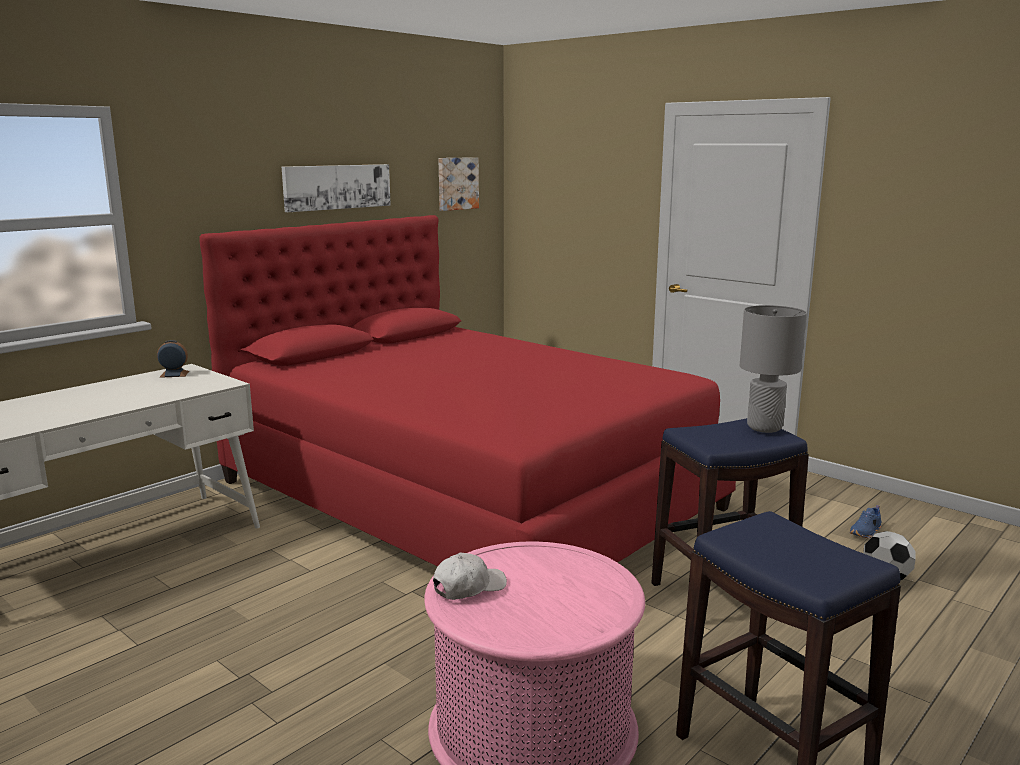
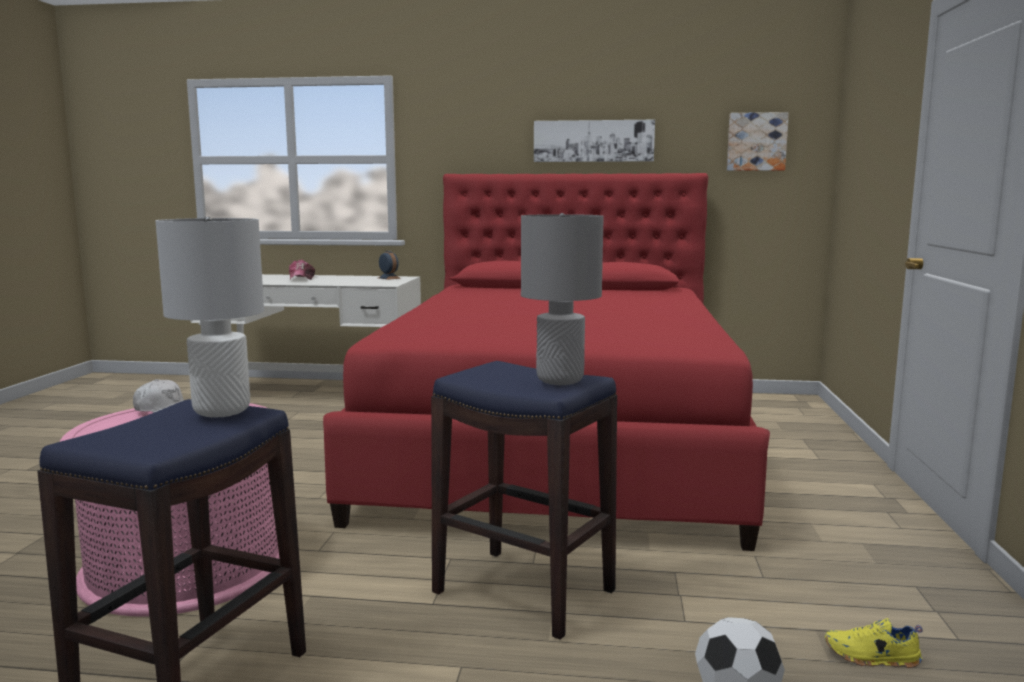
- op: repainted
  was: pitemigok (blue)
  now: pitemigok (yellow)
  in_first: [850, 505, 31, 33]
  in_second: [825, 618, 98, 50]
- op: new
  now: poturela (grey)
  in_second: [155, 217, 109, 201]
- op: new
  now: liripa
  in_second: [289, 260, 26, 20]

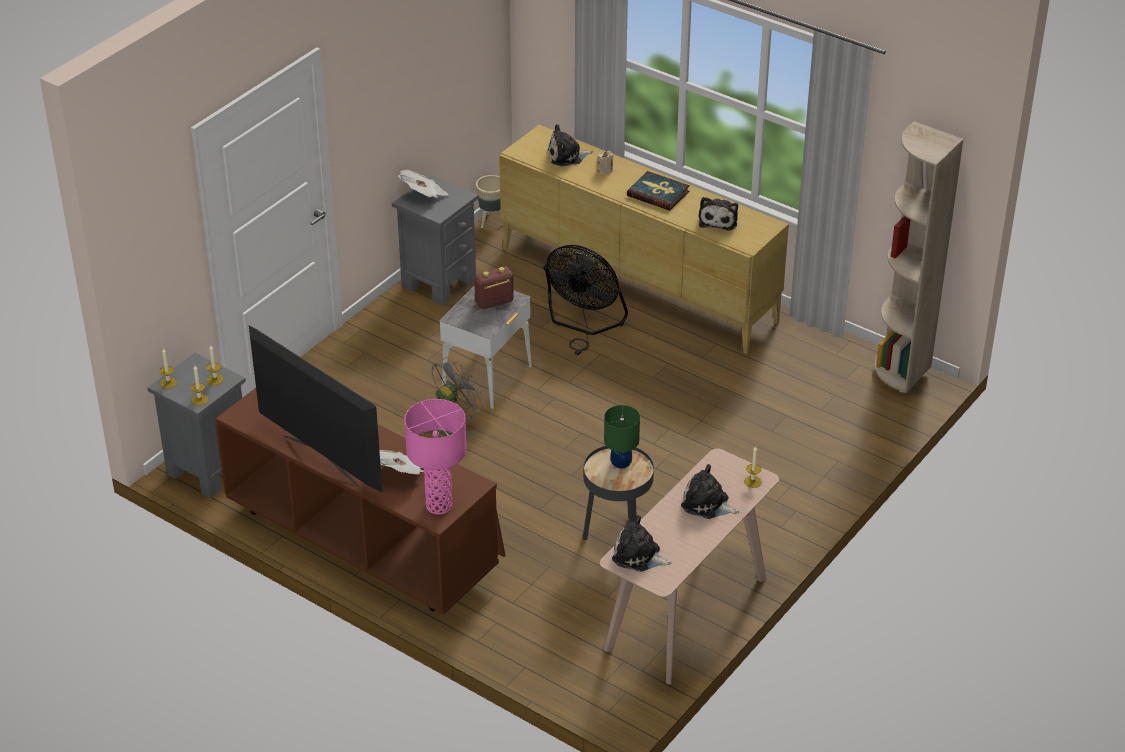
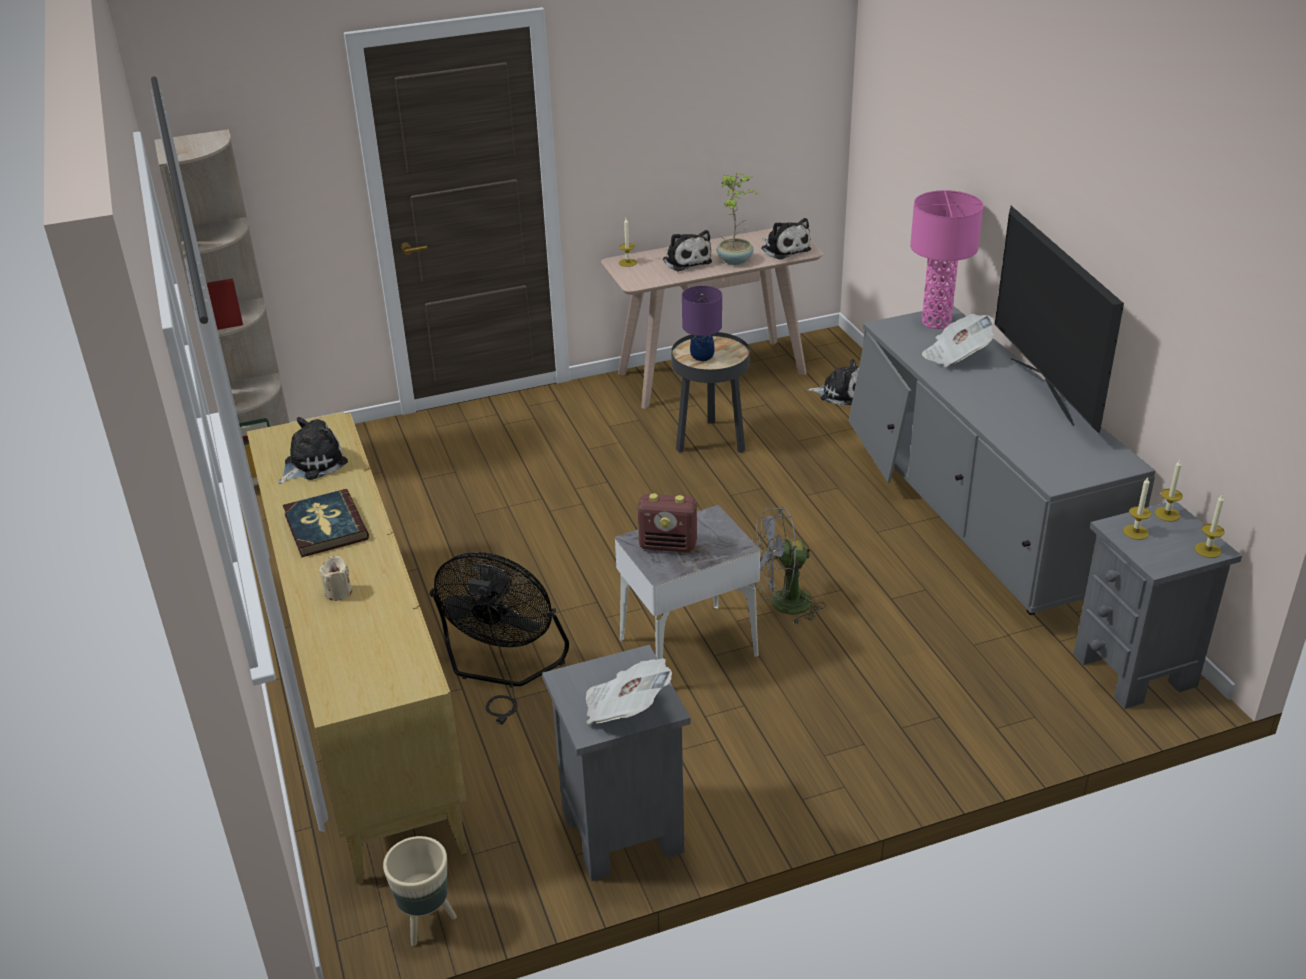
- op: shifted
  was: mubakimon
  in_first: [548, 124, 45, 42]
  in_second: [807, 359, 52, 46]
- op: rotated
  was: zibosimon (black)
  in_first: [543, 245, 85, 110]
  in_second: [429, 552, 140, 173]
  clockwise: 135
- op: repainted
  was: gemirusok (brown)
  now: gemirusok (grey)
  in_first: [216, 388, 290, 226]
  in_second: [848, 306, 307, 309]
- op: repainted
  was: poturela (green)
  now: poturela (purple)
  in_first: [604, 405, 36, 64]
  in_second: [682, 286, 40, 75]
- op: new
  now: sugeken
  in_second: [717, 173, 43, 92]

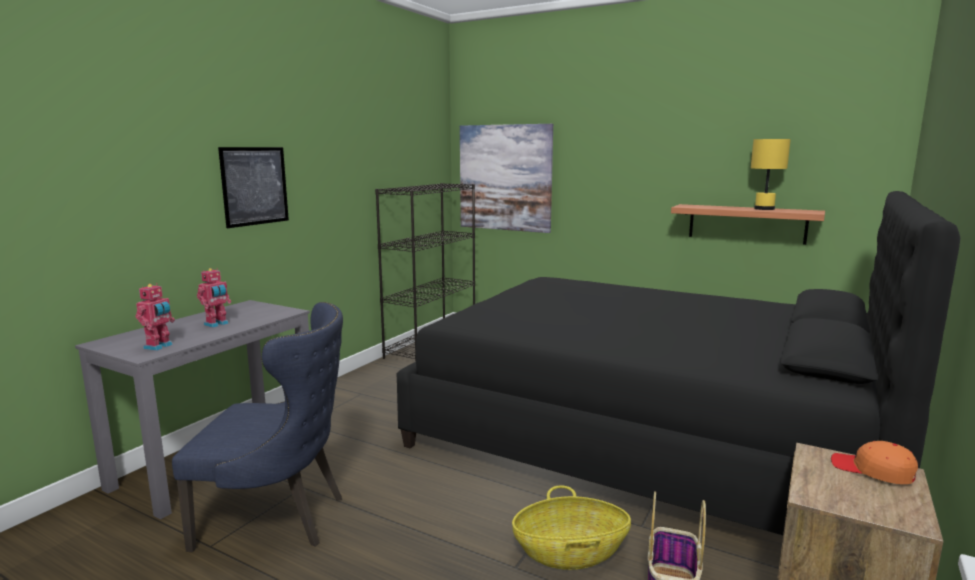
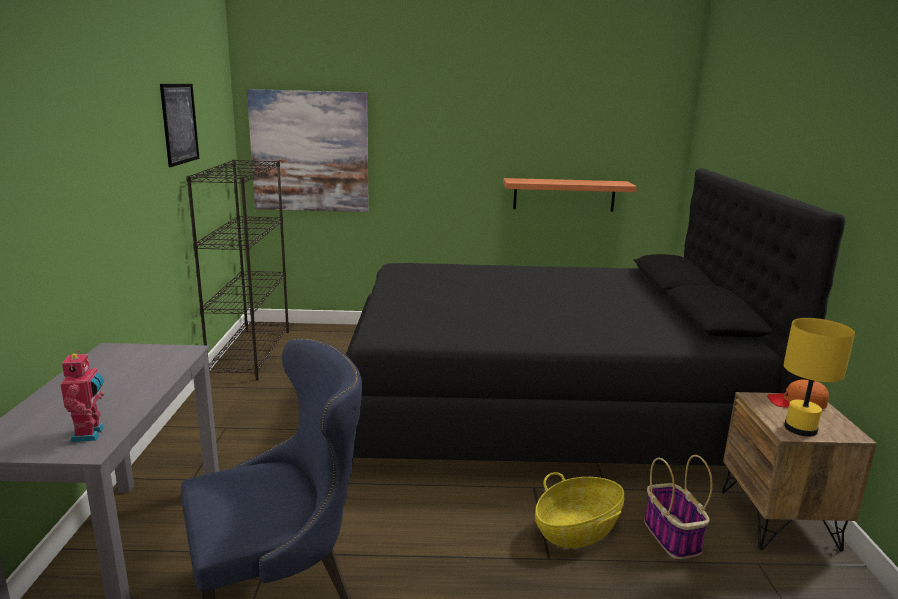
- op: shifted
  was: poturela (yellow)
  in_first: [751, 139, 39, 71]
  in_second: [784, 318, 71, 118]
- op: shifted
  was: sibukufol
  in_first: [218, 147, 71, 81]
  in_second: [160, 84, 39, 83]
- op: gone
  was: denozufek
  in_first: [197, 268, 34, 60]

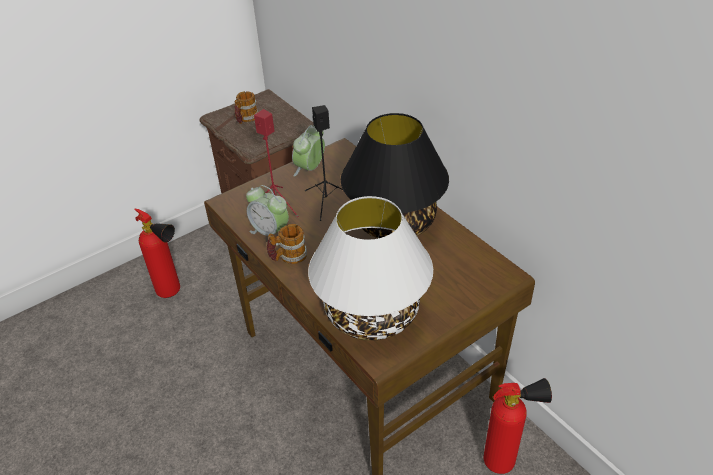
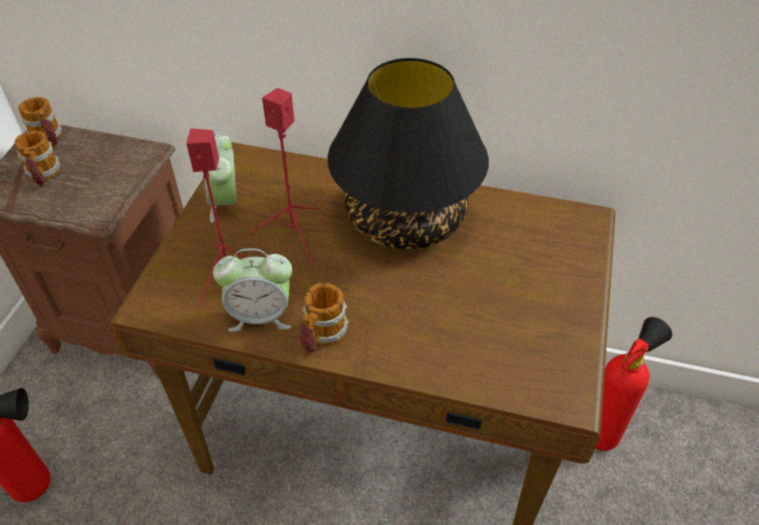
- op: repainted
  was: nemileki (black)
  now: nemileki (red)
  in_first: [305, 105, 38, 116]
  in_second: [248, 88, 72, 177]
- op: gone
  was: poturela (white)
  in_first: [308, 196, 125, 144]
- op: new
  now: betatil
  in_second: [18, 97, 44, 50]

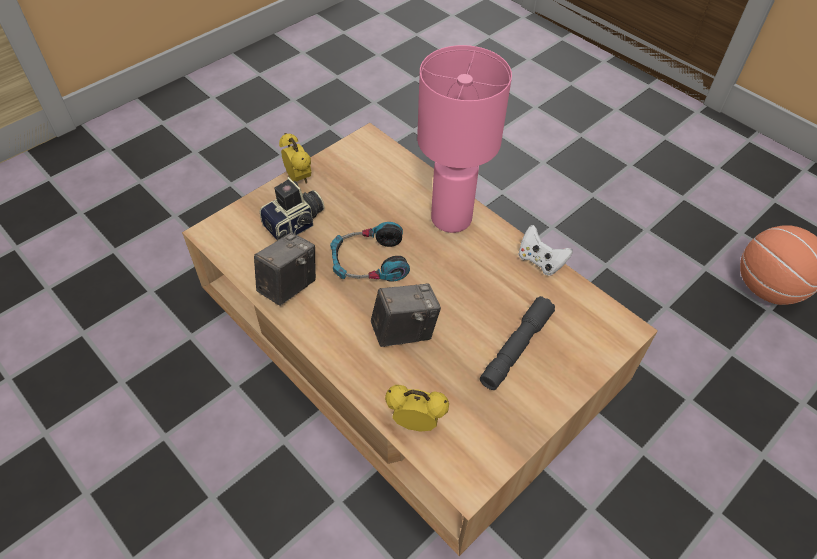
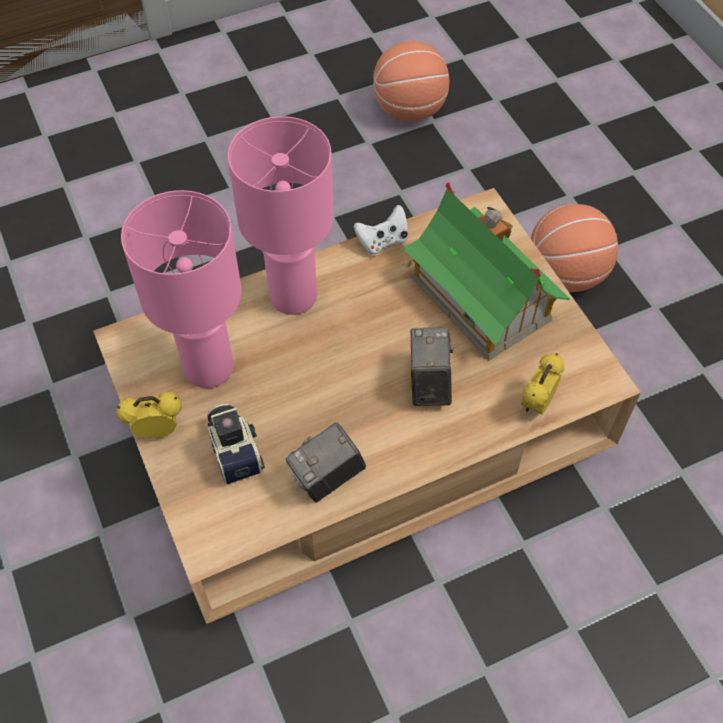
- op: gone
  was: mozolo
  in_first: [330, 222, 80, 60]
- op: rotated
  was: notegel
  in_first: [254, 233, 62, 73]
  in_second: [286, 422, 80, 80]
  clockwise: -90
- op: swapped
  was: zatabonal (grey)
  now: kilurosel
  in_first: [480, 296, 75, 94]
  in_second: [402, 182, 168, 179]
- op: new
  now: poturela (pink)
  in_second: [121, 190, 121, 198]
- op: new
  now: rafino
  in_second: [531, 204, 87, 88]

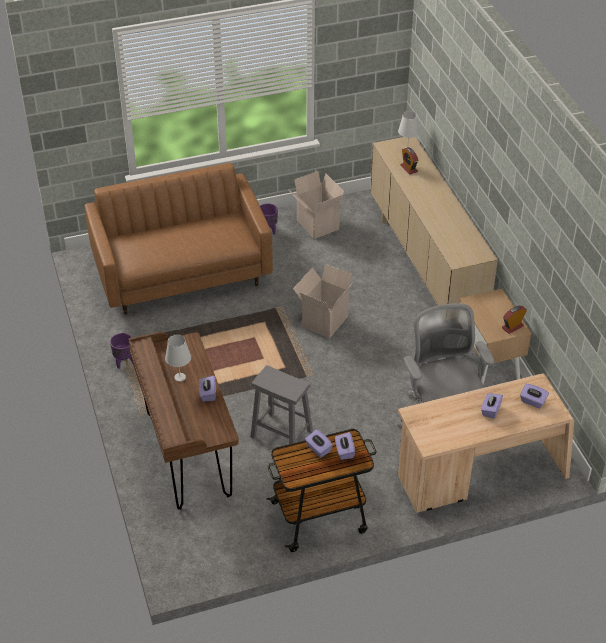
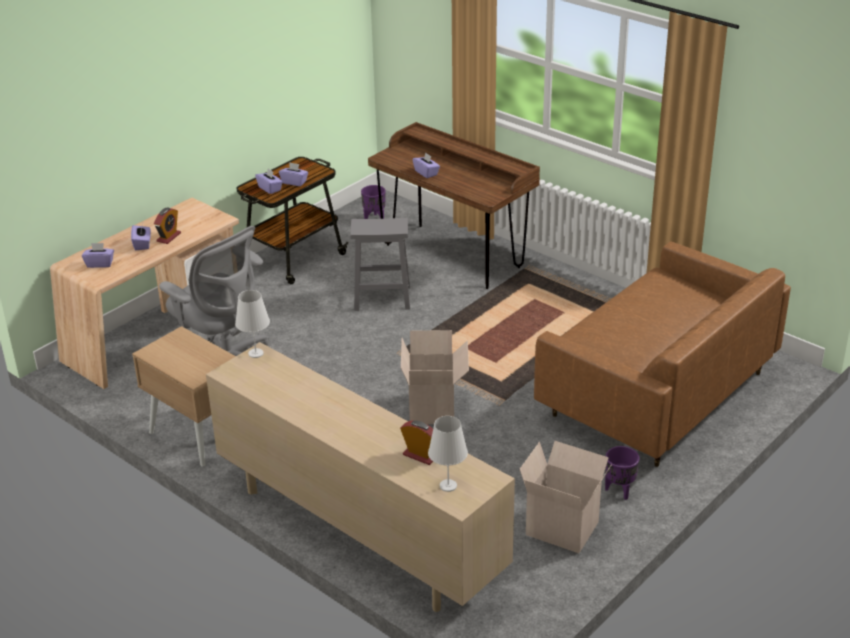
- op: shifted
  was: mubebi
  in_first: [502, 306, 25, 28]
  in_second: [154, 207, 27, 37]
- op: shifted
  was: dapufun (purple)
  in_first: [110, 333, 23, 36]
  in_second: [361, 185, 25, 34]
- op: shifted
  was: poturela (white)
  in_first: [165, 335, 26, 47]
  in_second: [235, 290, 35, 68]

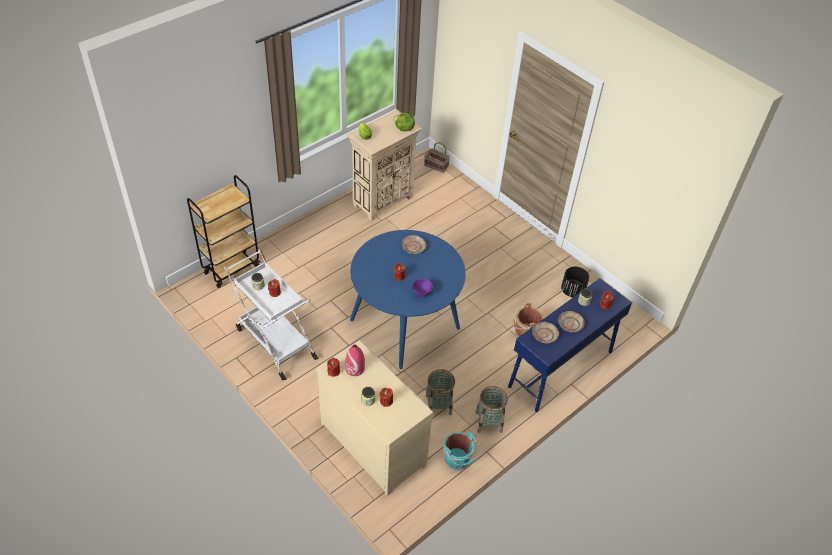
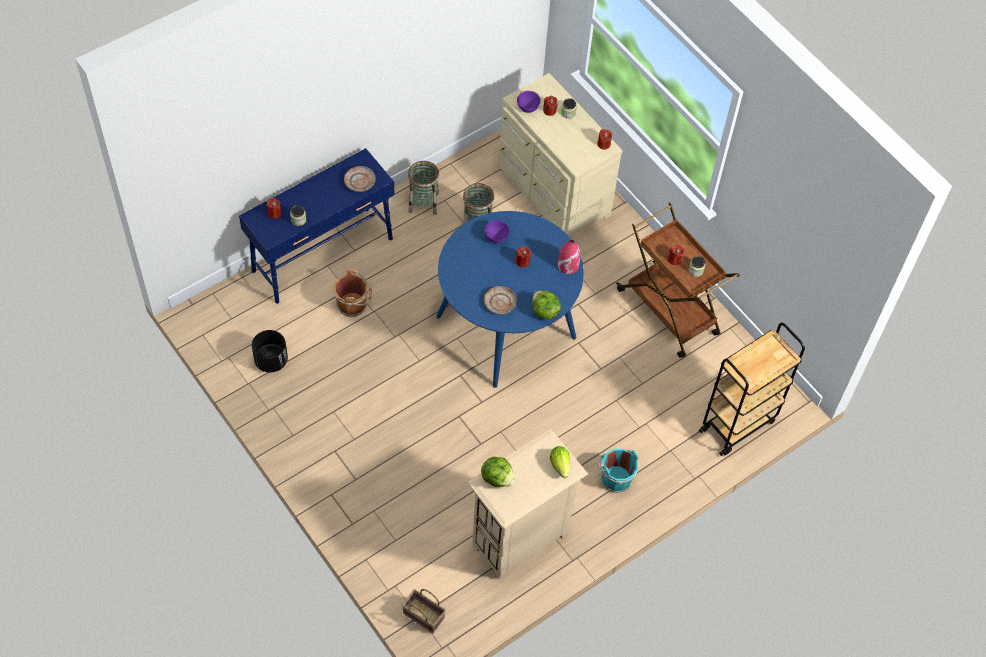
- op: repainted
  was: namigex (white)
  now: namigex (brown)
  in_first: [224, 248, 95, 132]
  in_second: [616, 202, 124, 156]
- op: gone
  was: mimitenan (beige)
  in_first: [558, 311, 27, 21]
- op: shifted
  was: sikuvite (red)
  in_first: [345, 345, 20, 31]
  in_second: [558, 240, 22, 34]
- op: shifted
  was: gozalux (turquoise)
  in_first: [444, 432, 33, 39]
  in_second: [598, 449, 40, 44]
- op: new
  now: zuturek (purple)
  in_second: [517, 91, 24, 22]
- op: new
  now: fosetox
  in_second: [532, 291, 29, 29]

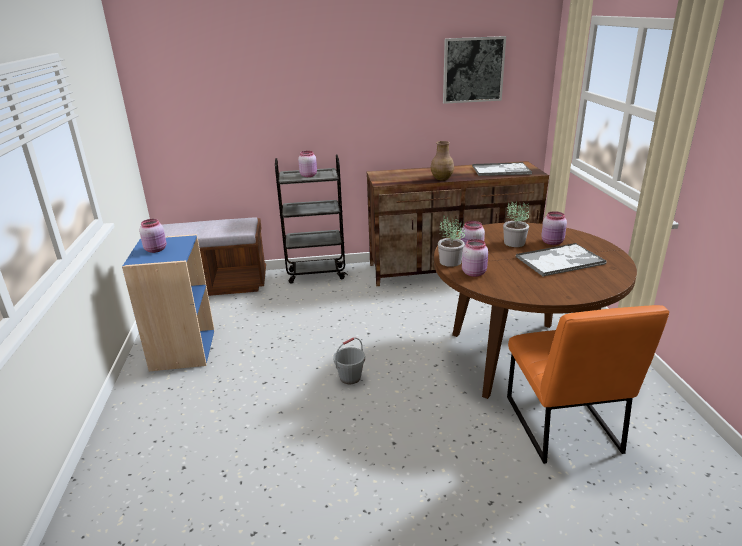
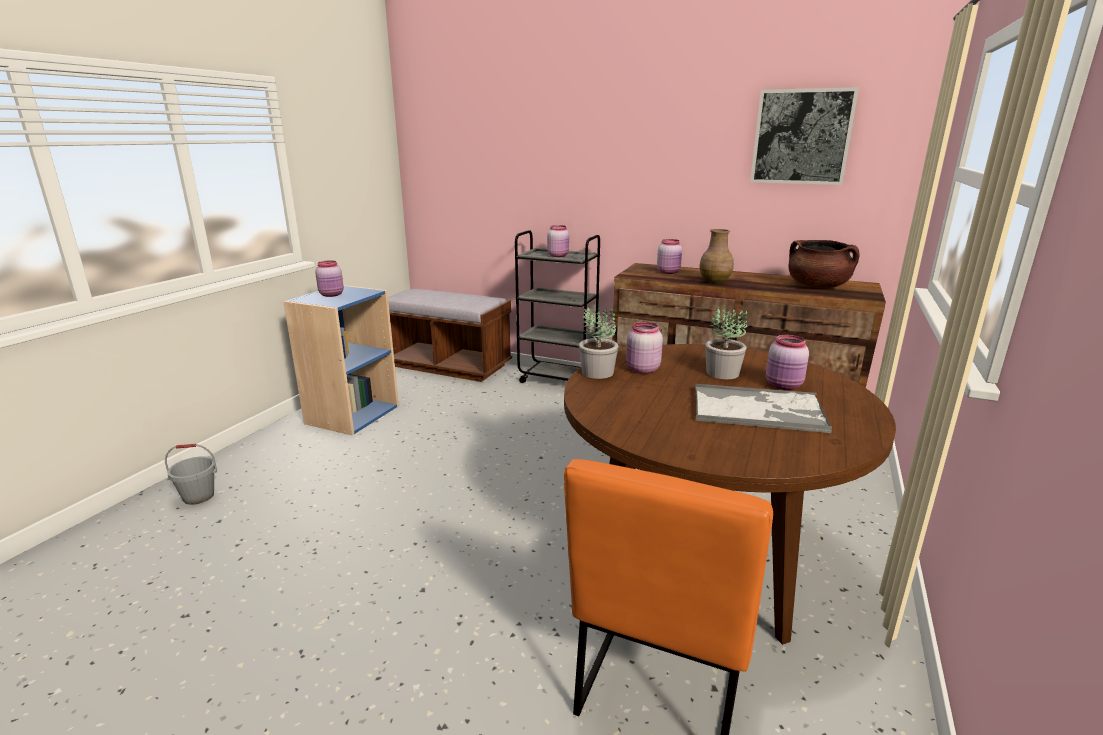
- op: swapped
  was: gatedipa
  now: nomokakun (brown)
  in_first: [472, 162, 60, 14]
  in_second: [788, 240, 72, 48]
- op: shifted
  was: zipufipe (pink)
  in_first: [462, 239, 26, 38]
  in_second: [657, 239, 25, 35]
- op: shifted
  was: gozalux (grey)
  in_first: [333, 338, 32, 46]
  in_second: [165, 444, 52, 61]

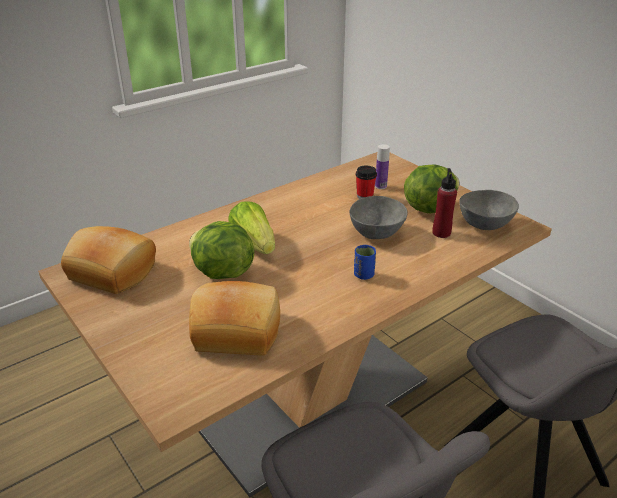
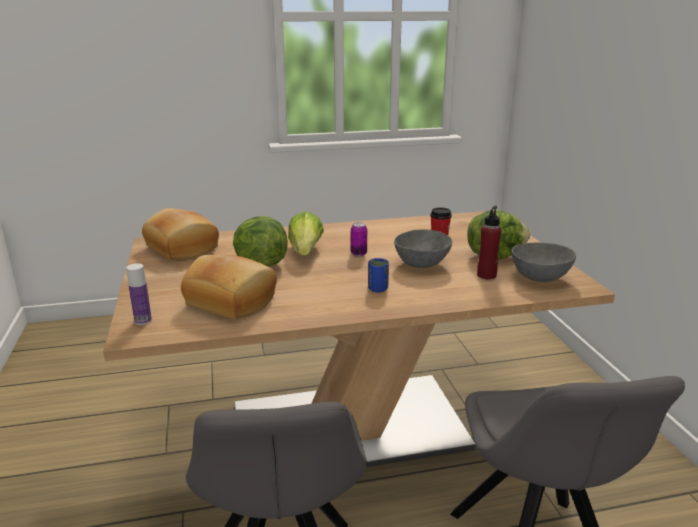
- op: shifted
  was: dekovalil
  in_first: [375, 144, 15, 45]
  in_second: [126, 263, 26, 62]
- op: new
  now: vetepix
  in_second: [351, 222, 16, 34]

